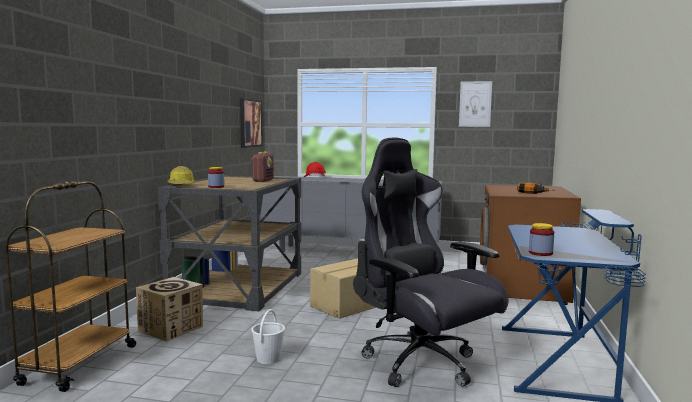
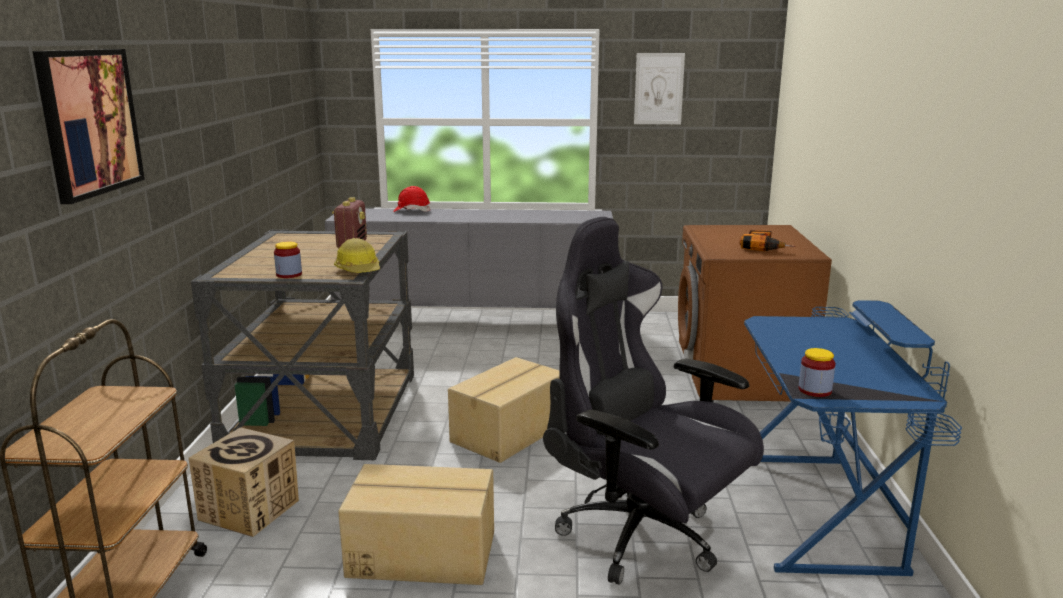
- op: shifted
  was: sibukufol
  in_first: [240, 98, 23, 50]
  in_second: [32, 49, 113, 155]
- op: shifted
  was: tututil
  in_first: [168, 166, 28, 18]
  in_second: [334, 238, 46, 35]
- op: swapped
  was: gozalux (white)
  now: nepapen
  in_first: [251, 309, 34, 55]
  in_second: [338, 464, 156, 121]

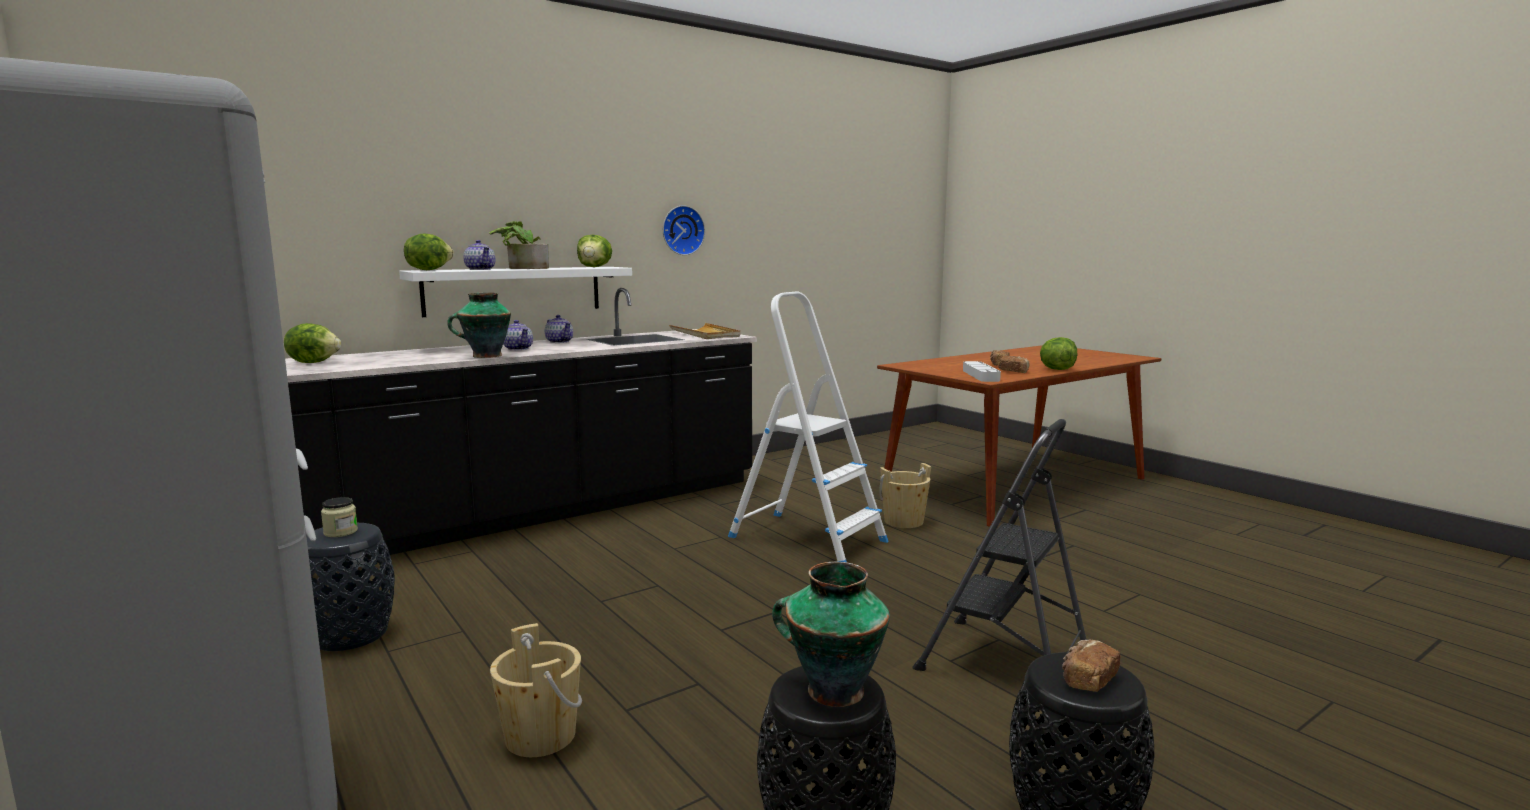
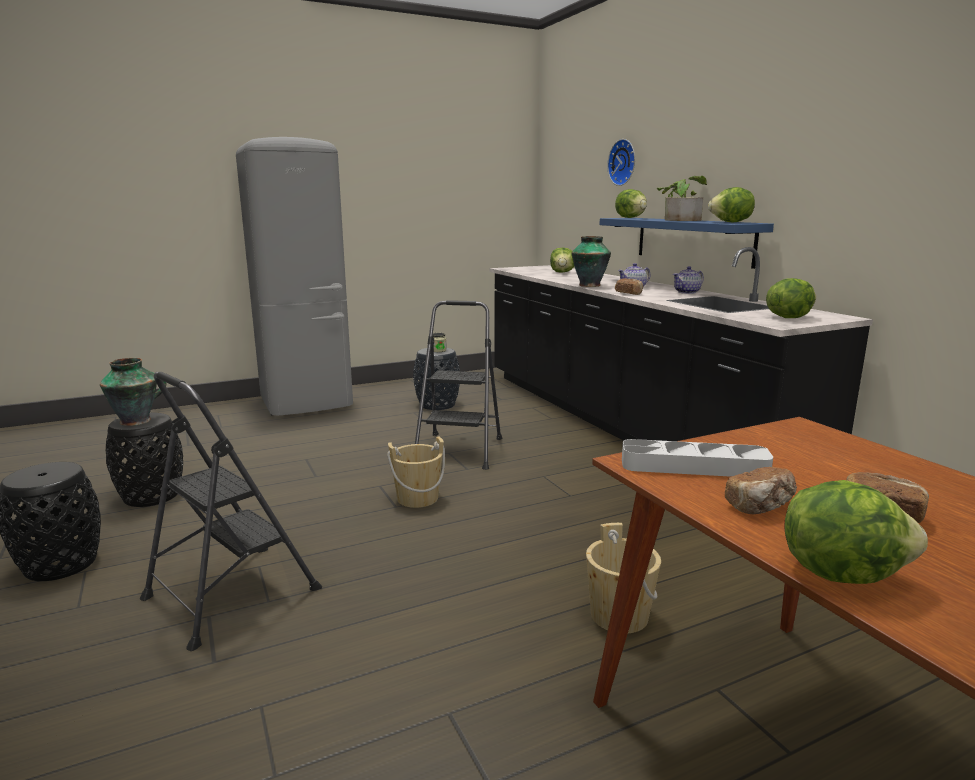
- op: shifted
  was: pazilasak
  in_first: [663, 205, 42, 50]
  in_second: [607, 139, 28, 47]
- op: gone
  was: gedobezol
  in_first: [463, 240, 33, 30]
- op: repainted
  was: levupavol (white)
  now: levupavol (blue)
  in_first: [399, 267, 233, 50]
  in_second: [599, 218, 175, 51]
- op: gone
  was: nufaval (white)
  in_first: [728, 291, 161, 271]
- op: swapped
  was: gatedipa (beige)
  now: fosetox
  in_first: [669, 323, 71, 16]
  in_second: [766, 278, 50, 40]
- op: shifted
  was: gozalux (beige)
  in_first: [490, 623, 92, 134]
  in_second: [387, 436, 58, 72]
- op: shifted
  was: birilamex
  in_first: [1062, 640, 58, 52]
  in_second: [615, 279, 28, 16]
- op: new
  now: nufaval (black)
  in_second: [415, 300, 88, 170]

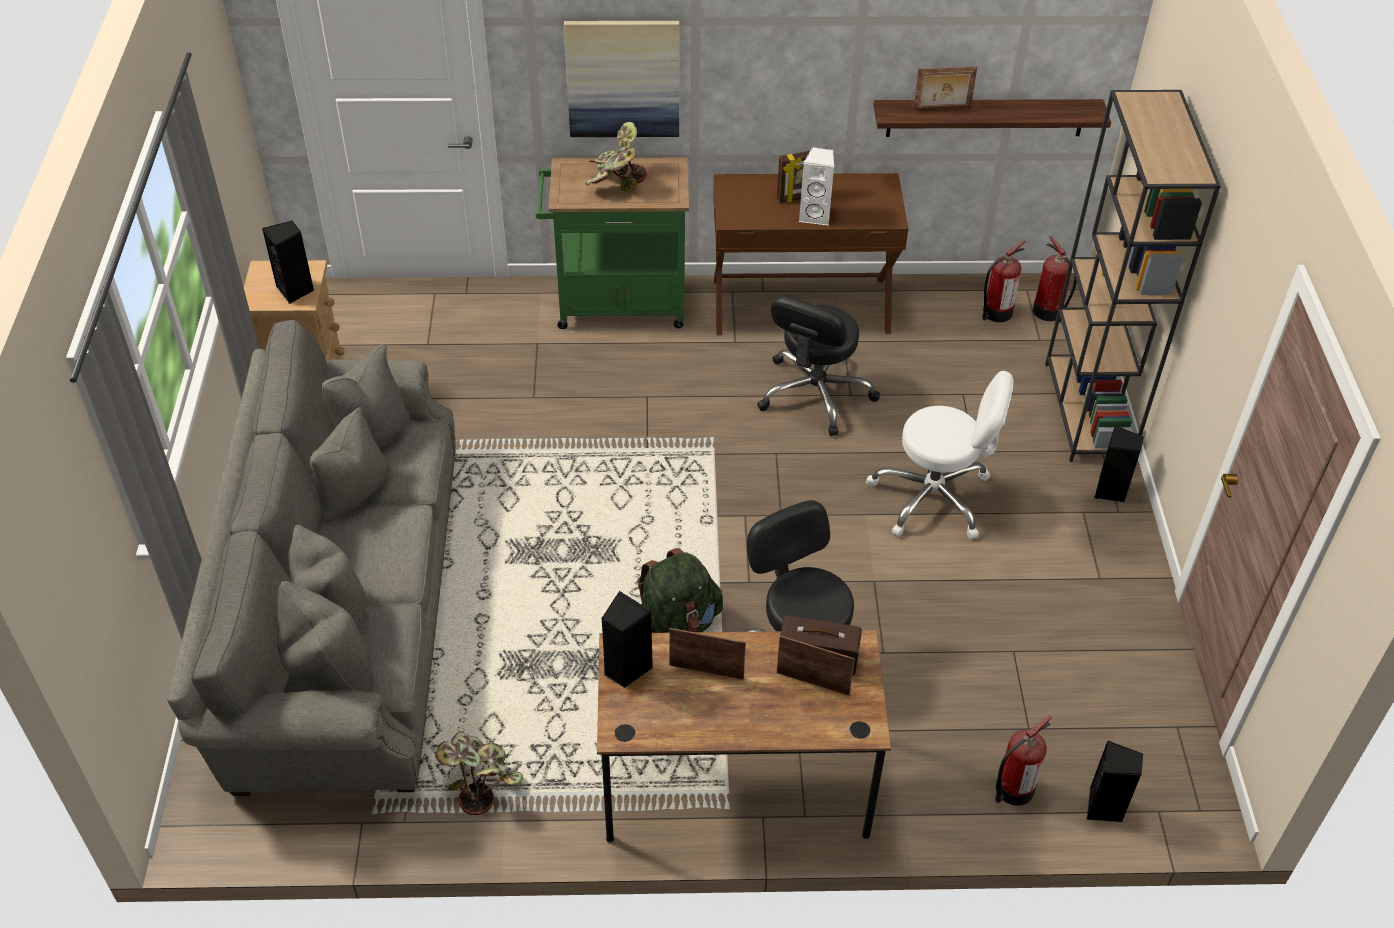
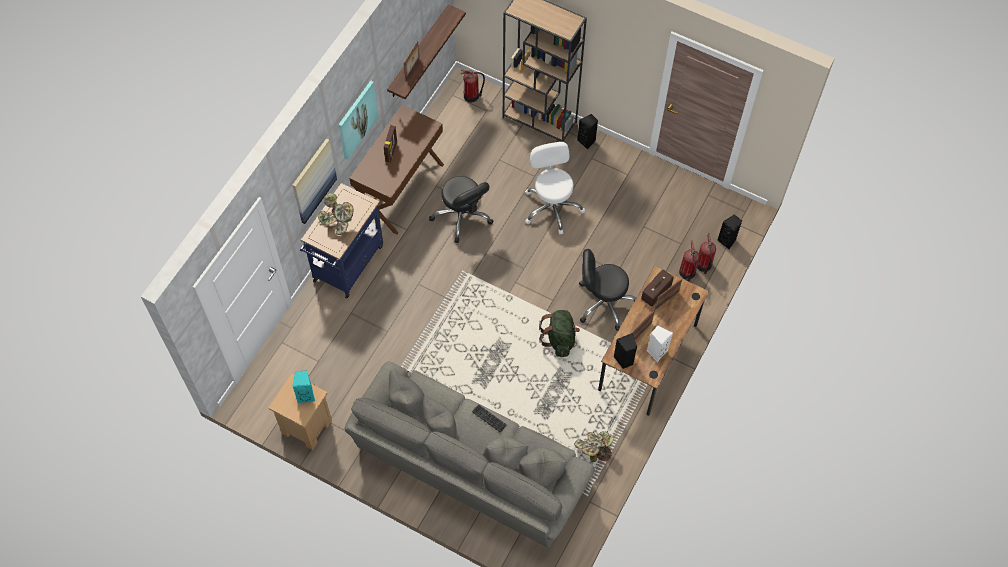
- op: shifted
  was: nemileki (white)
  in_first: [799, 147, 35, 78]
  in_second: [647, 325, 26, 37]
- op: repainted
  was: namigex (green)
  now: namigex (blue)
  in_first: [536, 158, 153, 171]
  in_second: [300, 183, 83, 116]
- op: repainted
  was: nemileki (black)
  now: nemileki (turquoise)
  in_first: [262, 221, 52, 83]
  in_second: [292, 370, 23, 33]
- op: shifted
  was: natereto
  in_first: [982, 241, 44, 81]
  in_second: [679, 241, 21, 41]
- op: rotated
  was: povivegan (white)
  in_first: [866, 371, 148, 168]
  in_second: [525, 142, 60, 92]
  clockwise: -60
- op: new
  now: sibukufol
  in_second: [339, 81, 39, 79]
- op: new
  now: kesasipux
  in_second: [472, 404, 35, 28]

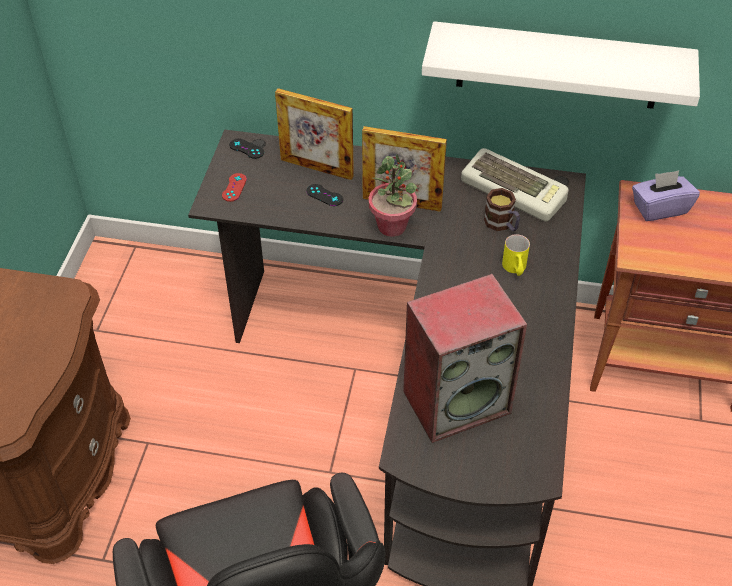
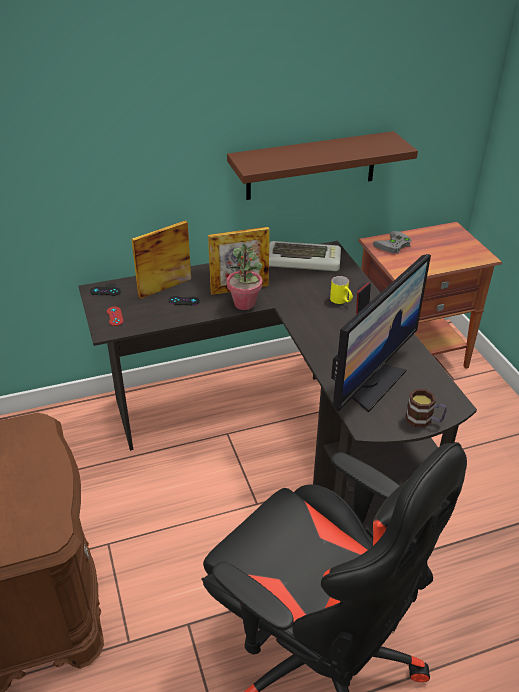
- op: repainted
  was: levupavol (white)
  now: levupavol (brown)
  in_first: [422, 21, 278, 88]
  in_second: [227, 131, 191, 69]
- op: rotated
  was: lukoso
  in_first: [275, 88, 79, 92]
  in_second: [131, 221, 60, 78]
  clockwise: 150
- op: swapped
  was: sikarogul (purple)
  now: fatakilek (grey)
  in_first: [632, 170, 68, 51]
  in_second: [373, 231, 39, 23]
- op: shifted
  was: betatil
  in_first: [484, 188, 36, 43]
  in_second: [406, 389, 41, 38]
- op: swapped
  was: nemileki
  now: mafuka
  in_first: [403, 274, 124, 169]
  in_second: [331, 254, 100, 158]

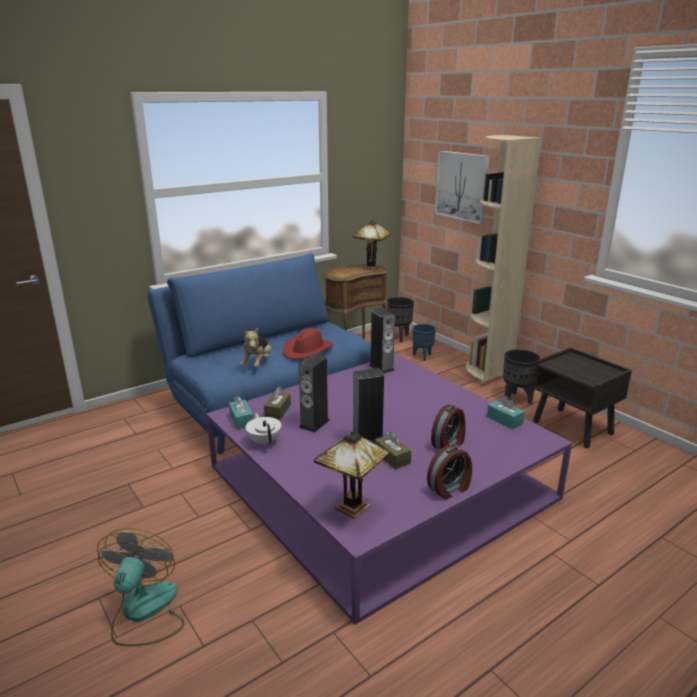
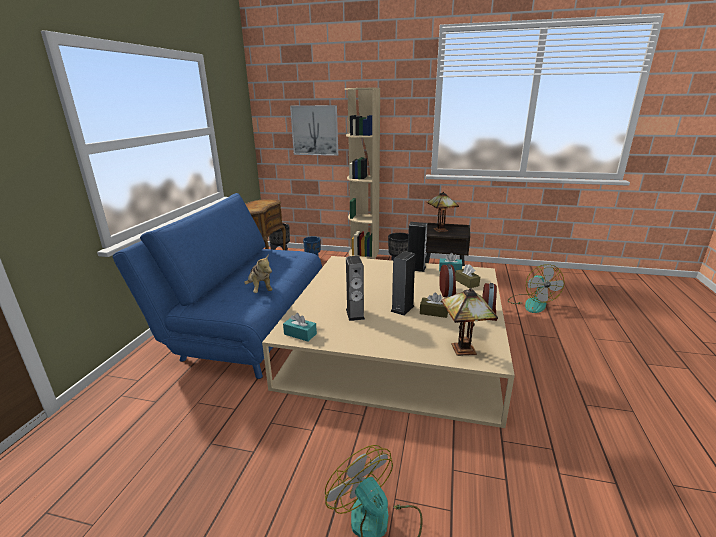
- op: shifted
  was: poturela
  in_first: [353, 220, 38, 51]
  in_second: [427, 192, 32, 40]
- op: shifted
  was: nemileki
  in_first: [369, 308, 26, 66]
  in_second: [408, 222, 19, 50]
- op: gone
  was: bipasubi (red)
  in_first: [283, 328, 50, 31]
- op: repainted
  was: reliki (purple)
  now: reliki (beige)
  in_first: [206, 354, 366, 271]
  in_second: [262, 256, 253, 172]
- op: shifted
  was: sikarogul (brown)
  in_first: [264, 387, 27, 33]
  in_second: [455, 264, 25, 25]
- op: gone
  was: gedobezol (white)
  in_first: [245, 413, 36, 33]
- op: new
  now: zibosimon
  in_second: [508, 264, 56, 49]

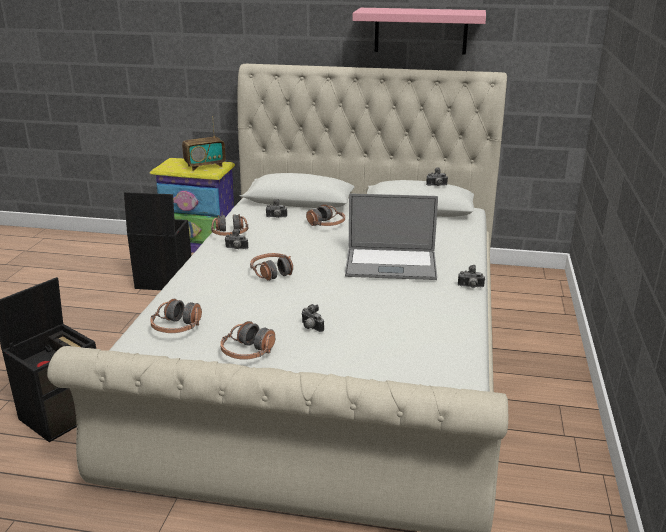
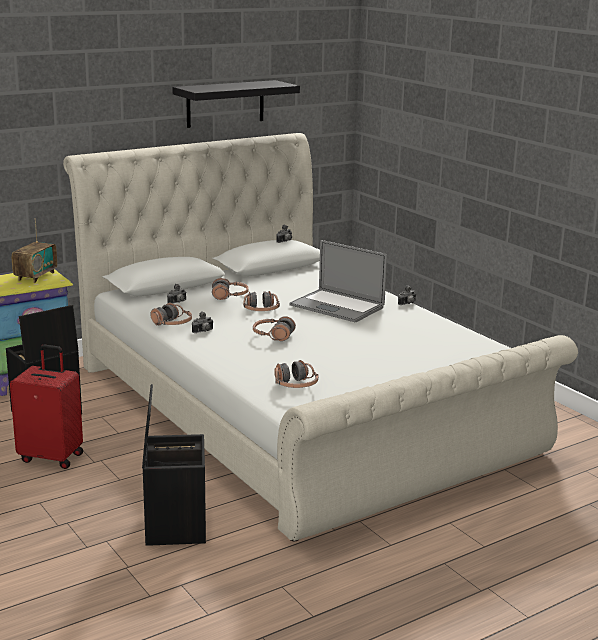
- op: repainted
  was: levupavol (pink)
  now: levupavol (black)
  in_first: [352, 8, 134, 47]
  in_second: [172, 80, 128, 48]
- op: rotated
  was: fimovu
  in_first: [345, 193, 93, 87]
  in_second: [289, 240, 98, 82]
  clockwise: 75
- op: gone
  was: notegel
  in_first: [301, 304, 23, 28]
- op: shifted
  was: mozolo
  in_first: [220, 321, 55, 39]
  in_second: [243, 291, 37, 20]
- op: new
  now: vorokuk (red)
  in_second: [10, 345, 73, 124]

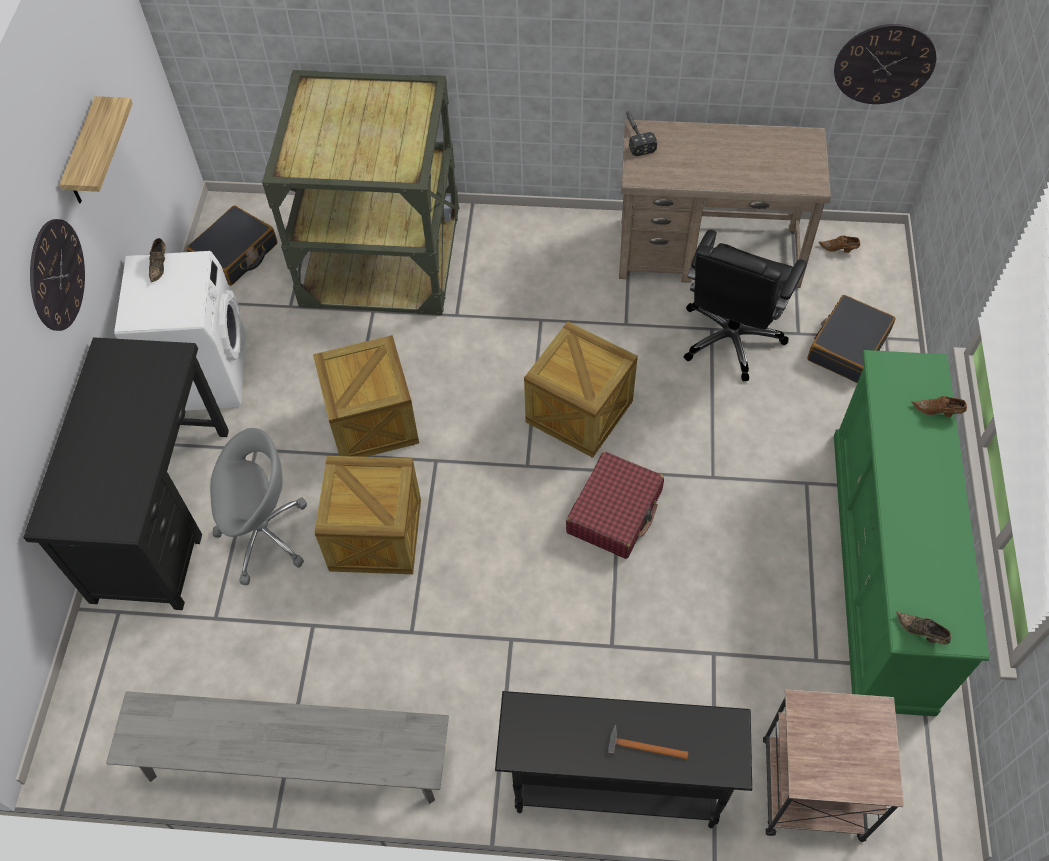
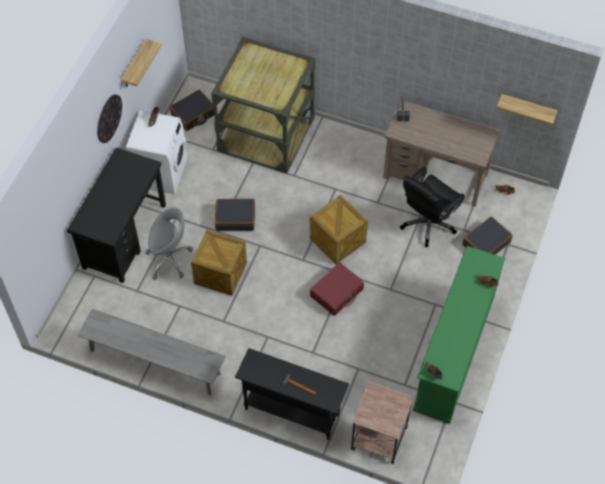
- op: swapped
  was: pazilasak
  now: levupavol
  in_first: [834, 24, 102, 80]
  in_second: [496, 94, 62, 31]
- op: swapped
  was: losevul
  now: vorokuk (black)
  in_first: [313, 335, 106, 122]
  in_second: [215, 199, 40, 32]

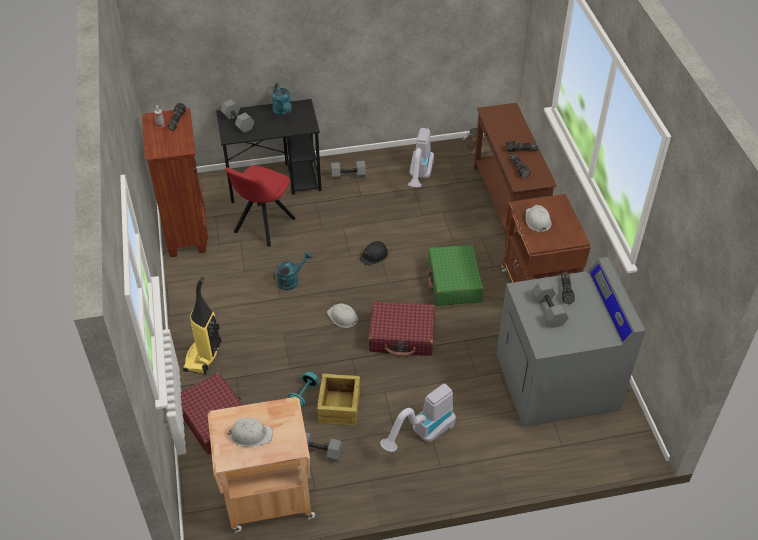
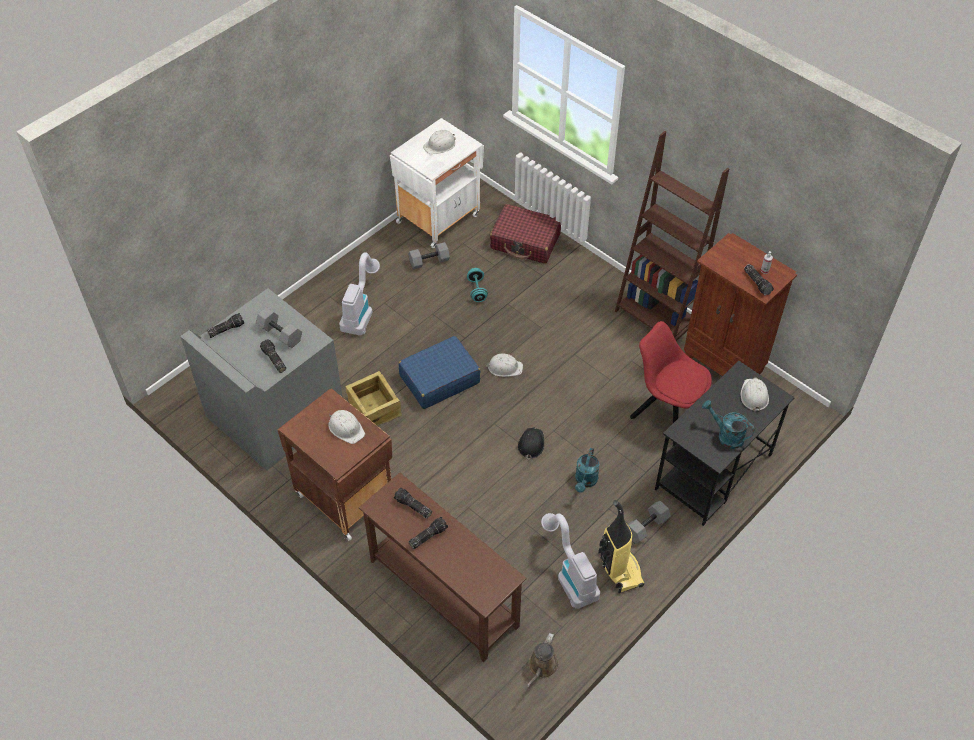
- op: swapped
  was: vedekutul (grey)
  now: tututil (white)
  in_first: [221, 99, 33, 34]
  in_second: [740, 378, 29, 34]
- op: rotated
  was: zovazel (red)
  in_first: [225, 166, 70, 81]
  in_second: [630, 321, 82, 125]
  clockwise: -45
- op: gone
  was: vorokuk (green)
  in_first: [428, 245, 56, 61]
- op: shifted
  was: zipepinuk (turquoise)
  in_first: [273, 251, 39, 39]
  in_second: [575, 448, 24, 45]
- op: shifted
  was: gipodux
  in_first: [183, 277, 39, 98]
  in_second: [599, 500, 46, 93]
- op: repainted
  was: vorokuk (red)
  now: vorokuk (blue)
  in_first: [368, 301, 67, 56]
  in_second: [399, 336, 81, 73]
- op: shifted
  was: losevul
  in_first: [317, 373, 43, 53]
  in_second: [345, 371, 57, 55]
- op: repainted
  was: namigex (brown)
  now: namigex (white)
  in_first: [208, 397, 107, 136]
  in_second: [390, 118, 94, 130]
- op: new
  now: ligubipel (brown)
  in_second: [615, 131, 114, 210]
- op: new
  now: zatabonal
  in_second: [207, 313, 38, 25]

